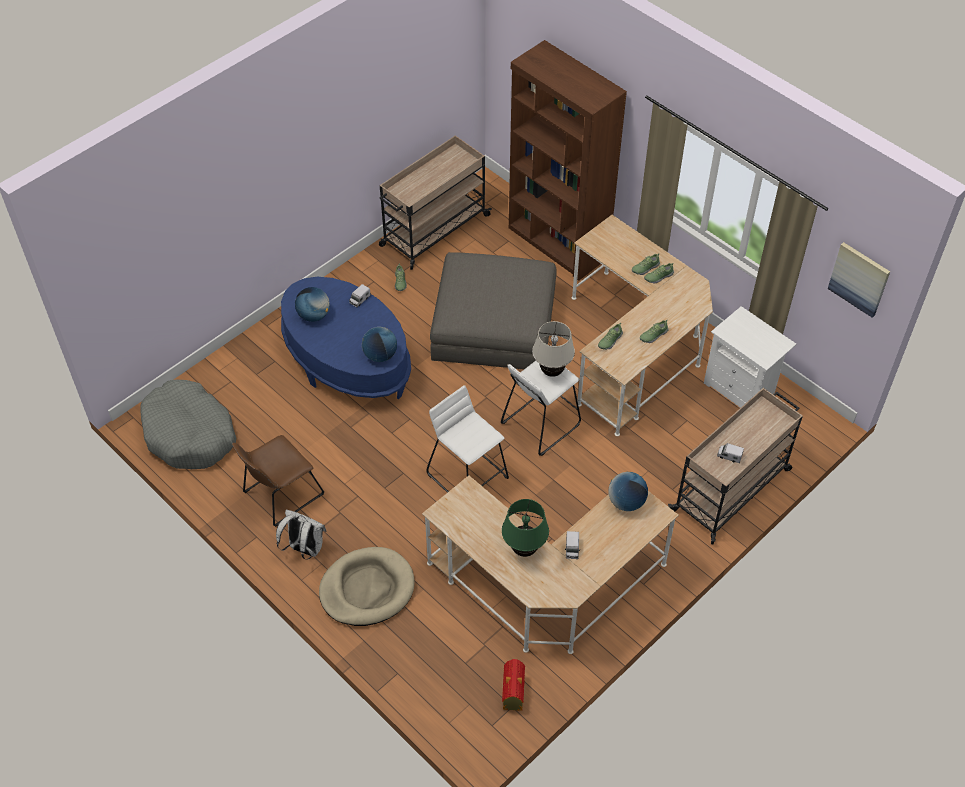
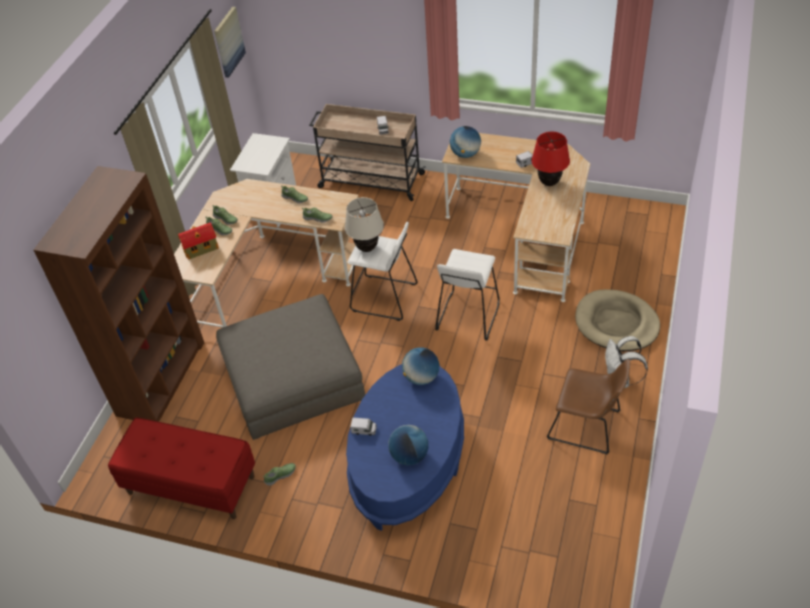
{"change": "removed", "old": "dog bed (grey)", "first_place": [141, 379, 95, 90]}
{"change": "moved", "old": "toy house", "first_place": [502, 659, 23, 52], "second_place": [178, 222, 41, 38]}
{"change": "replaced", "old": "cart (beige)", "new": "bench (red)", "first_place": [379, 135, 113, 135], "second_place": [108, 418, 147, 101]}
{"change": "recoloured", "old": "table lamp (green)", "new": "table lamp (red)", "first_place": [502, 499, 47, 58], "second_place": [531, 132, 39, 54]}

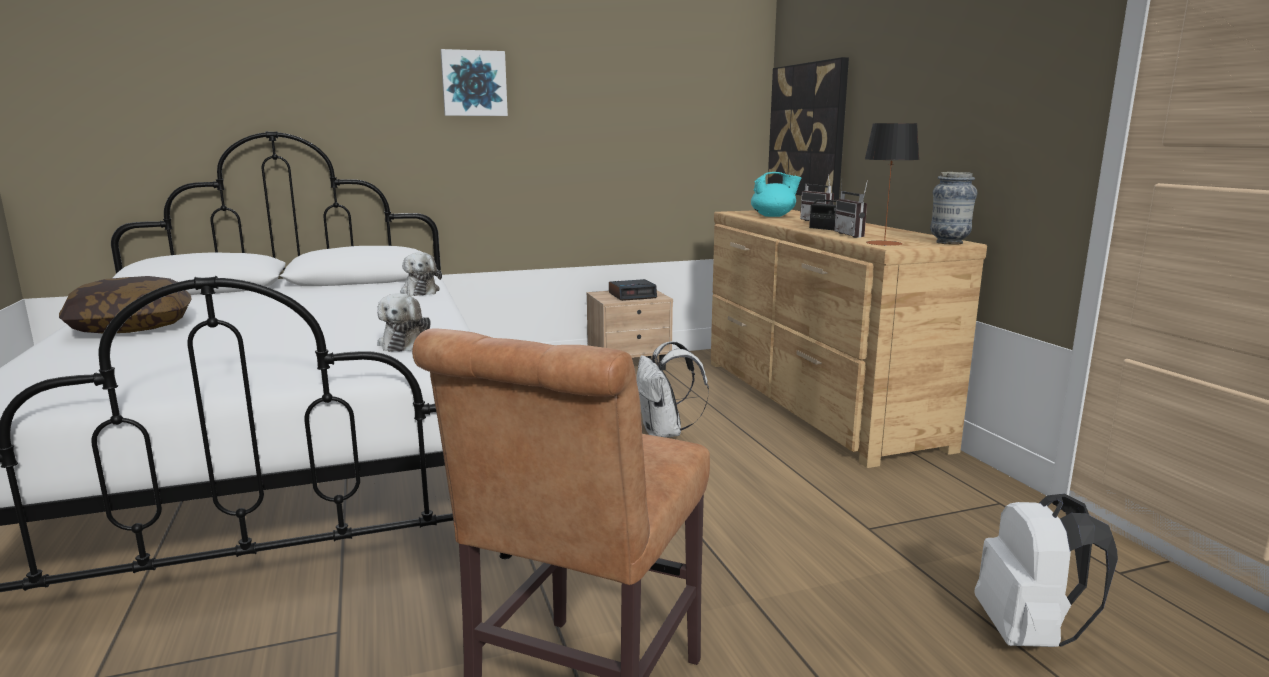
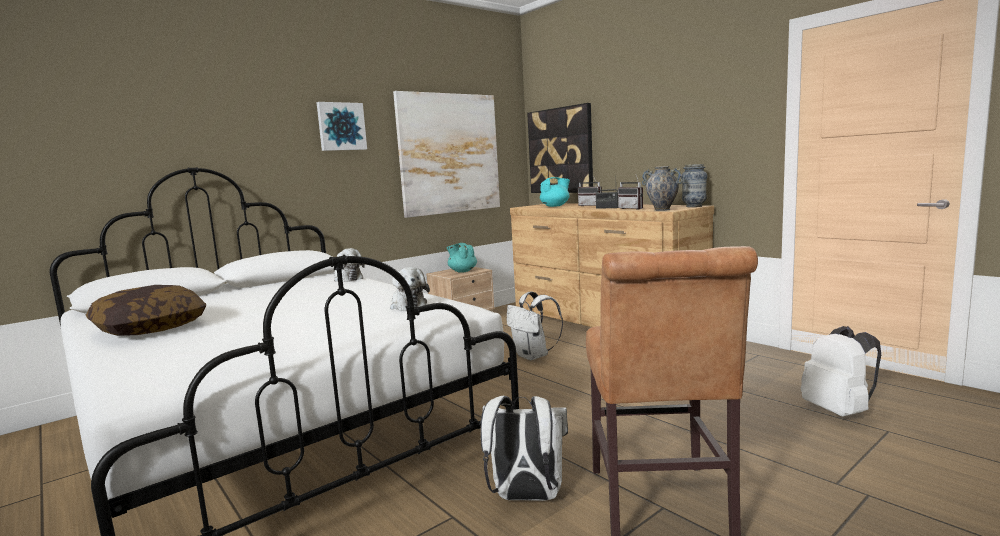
{"change": "added", "new": "picture", "second_place": [393, 91, 107, 127]}
{"change": "added", "new": "backpack (white)", "second_place": [481, 396, 87, 105]}
{"change": "replaced", "old": "alarm clock", "new": "teapot (turquoise)", "first_place": [609, 279, 48, 22], "second_place": [446, 243, 31, 30]}
{"change": "replaced", "old": "table lamp", "new": "vase", "first_place": [865, 123, 55, 123], "second_place": [642, 166, 40, 45]}

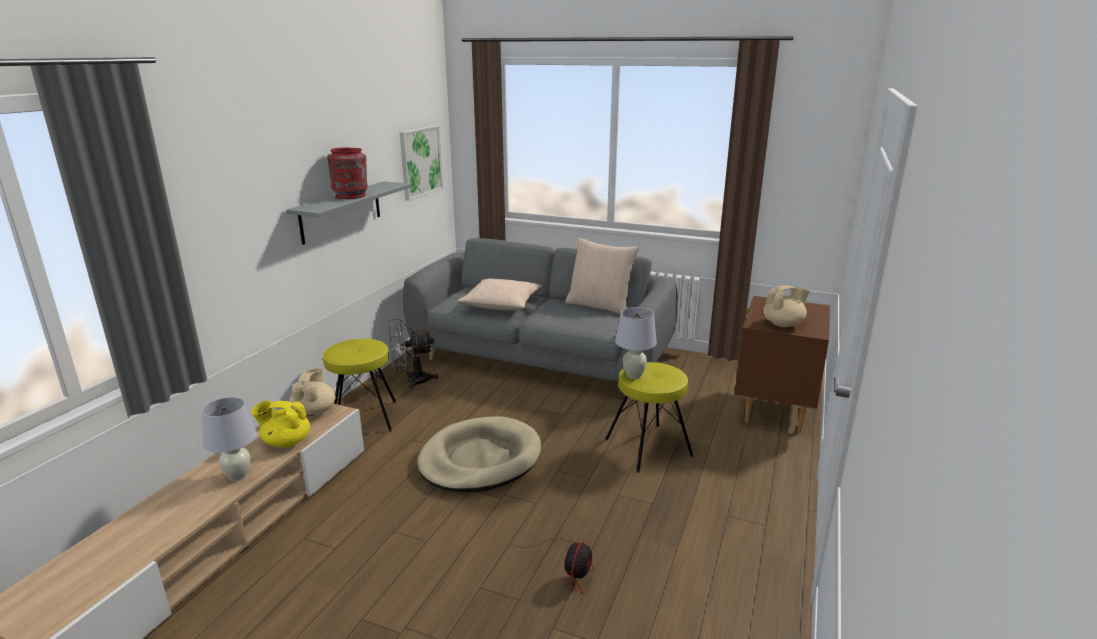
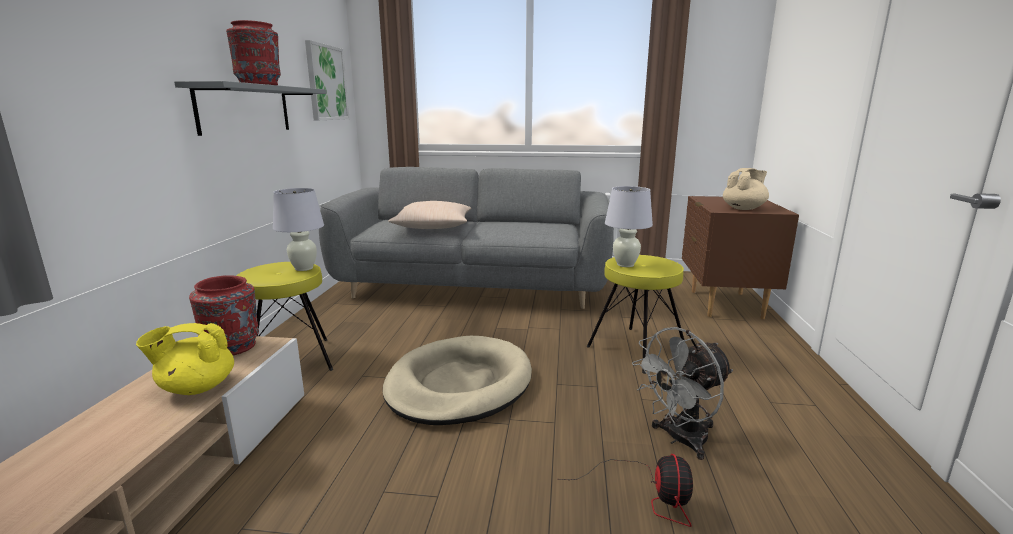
{"change": "removed", "old": "pillow (beige)", "first_place": [565, 238, 74, 76]}
{"change": "moved", "old": "table lamp (white)", "first_place": [202, 397, 55, 84], "second_place": [273, 188, 51, 83]}
{"change": "moved", "old": "fan (grey)", "first_place": [388, 319, 50, 71], "second_place": [632, 327, 101, 133]}
{"change": "replaced", "old": "teapot (beige)", "new": "vase (red)", "first_place": [289, 368, 47, 49], "second_place": [189, 275, 70, 80]}

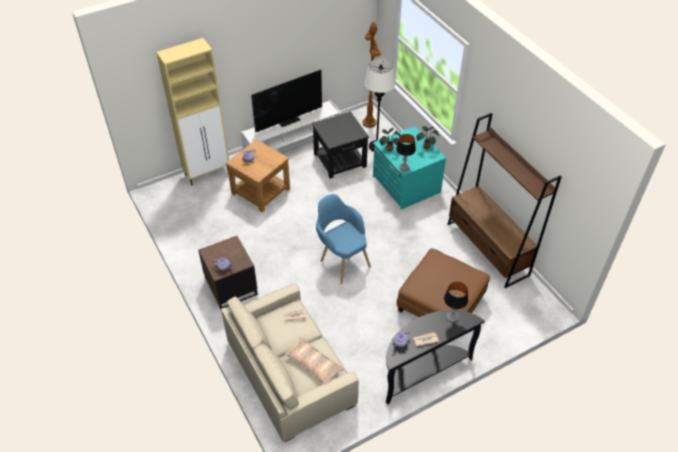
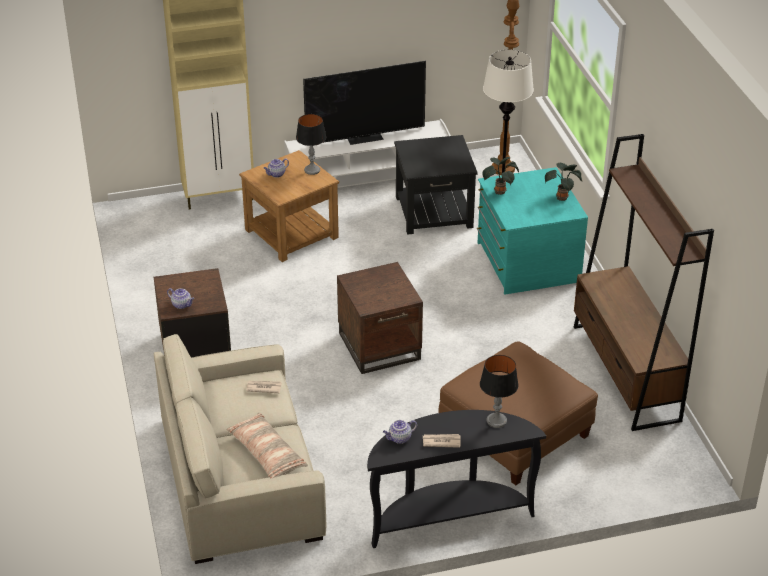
{"change": "moved", "old": "table lamp", "first_place": [396, 134, 20, 37], "second_place": [296, 114, 30, 61]}
{"change": "replaced", "old": "armchair (blue)", "new": "side table (brown)", "first_place": [316, 194, 55, 90], "second_place": [337, 262, 86, 112]}

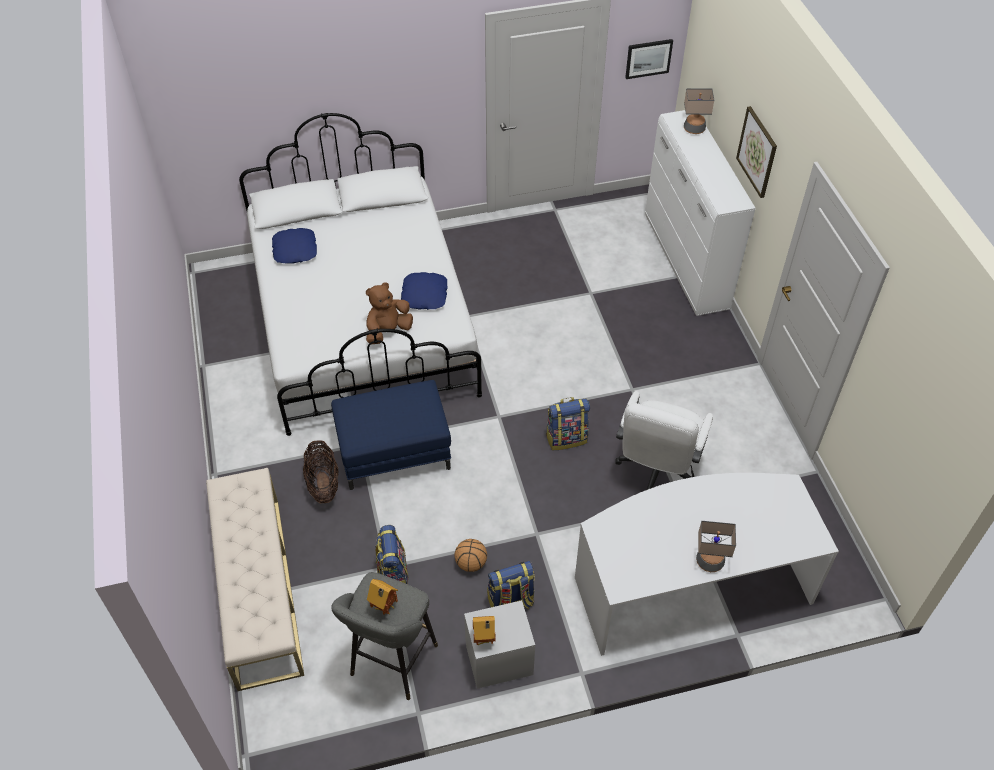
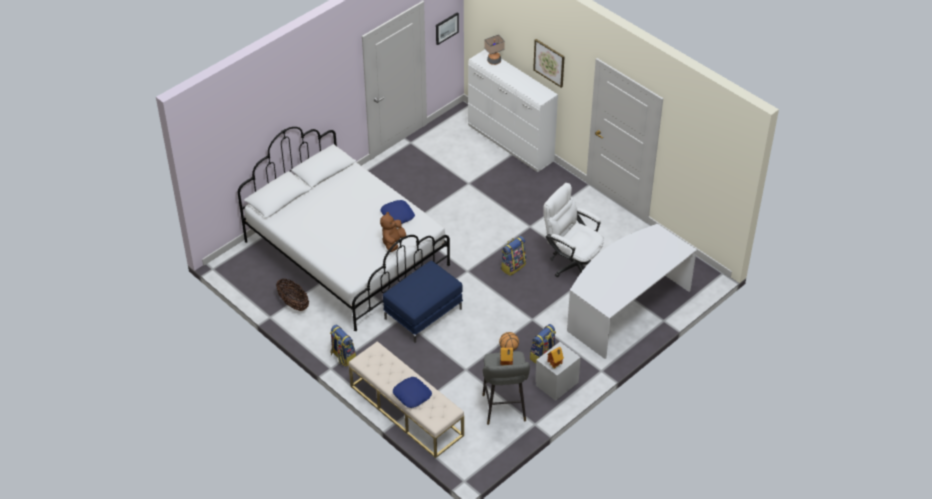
{"change": "removed", "old": "table lamp", "first_place": [696, 521, 40, 51]}
{"change": "moved", "old": "pillow (blue)", "first_place": [272, 228, 45, 35], "second_place": [393, 377, 39, 31]}
{"change": "moved", "old": "basket", "first_place": [303, 440, 36, 64], "second_place": [276, 278, 33, 33]}
{"change": "moved", "old": "backpack", "first_place": [375, 525, 34, 59], "second_place": [330, 325, 26, 42]}
{"change": "turned", "old": "office chair (white)", "first_place": [615, 391, 98, 99], "second_place": [543, 183, 61, 94], "degrees": 135}

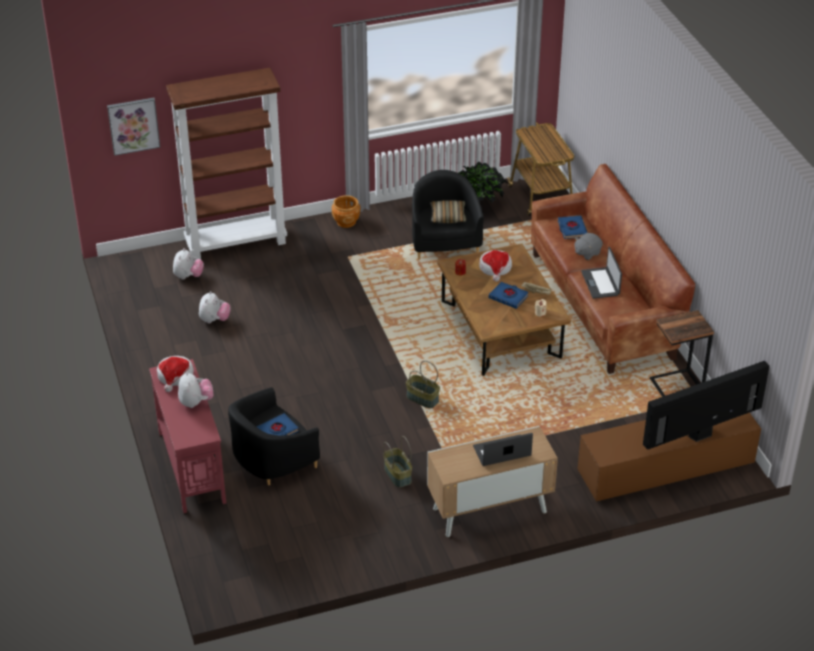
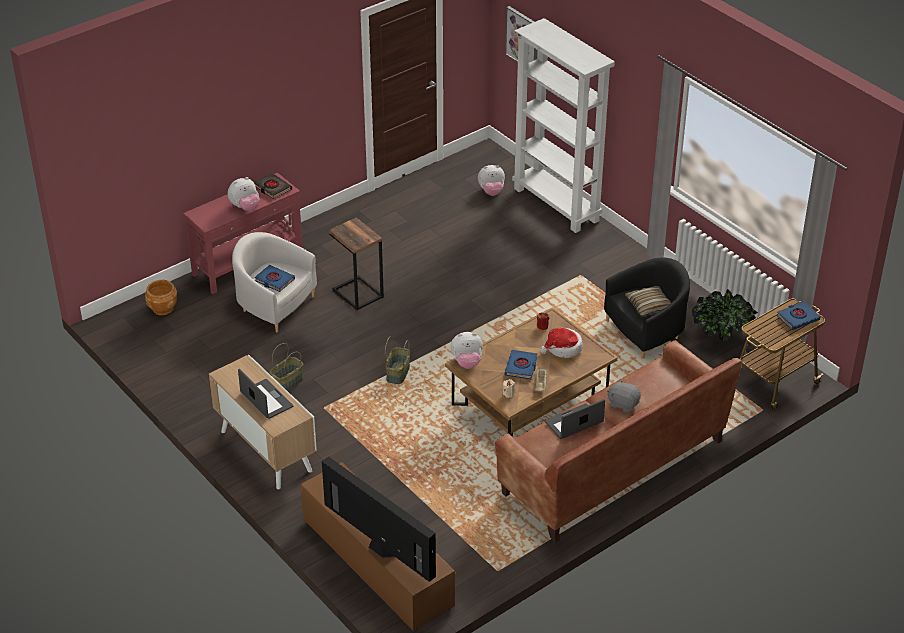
{"change": "moved", "old": "plush toy", "first_place": [199, 291, 32, 32], "second_place": [451, 332, 32, 37]}
{"change": "moved", "old": "planter (brown)", "first_place": [332, 195, 28, 33], "second_place": [145, 280, 32, 35]}
{"change": "moved", "old": "book (blue)", "first_place": [558, 216, 30, 23], "second_place": [777, 301, 44, 29]}
{"change": "moved", "old": "side table", "first_place": [650, 310, 64, 87], "second_place": [329, 217, 55, 93]}
{"change": "replaced", "old": "hat", "new": "book (black)", "first_place": [157, 356, 37, 36], "second_place": [253, 173, 39, 26]}
{"change": "recoloured", "old": "bookcase (brown)", "new": "bookcase (white)", "first_place": [166, 68, 121, 194], "second_place": [512, 18, 103, 215]}
{"change": "recoloured", "old": "armchair (black)", "new": "armchair (white)", "first_place": [228, 387, 92, 98], "second_place": [232, 232, 85, 100]}

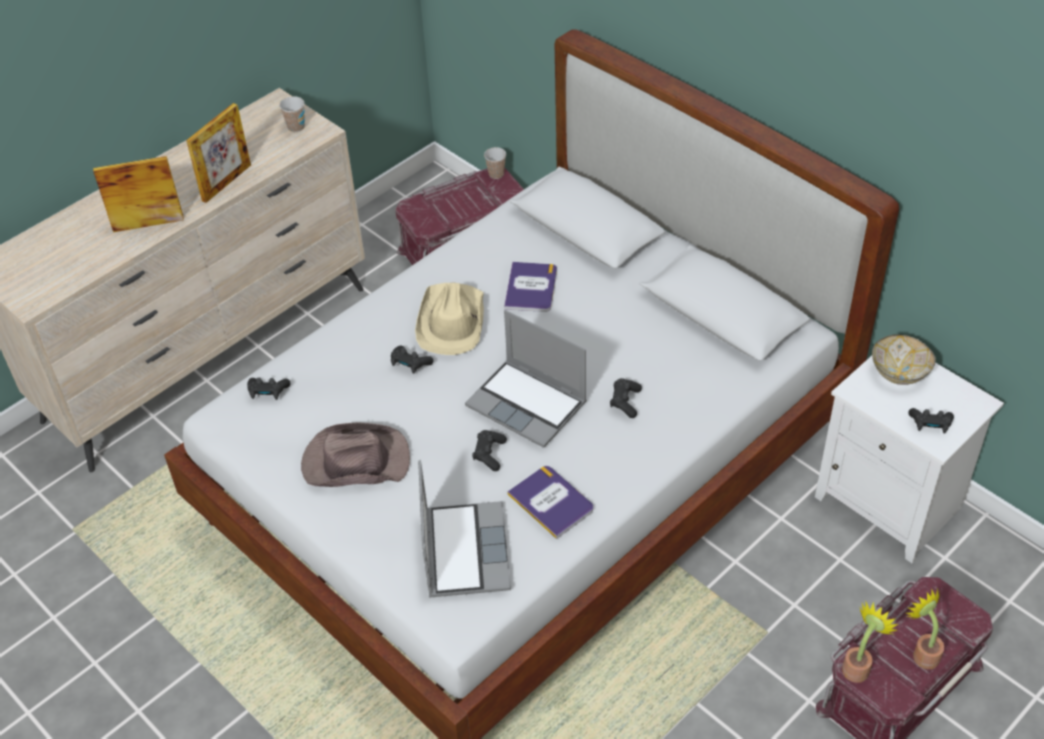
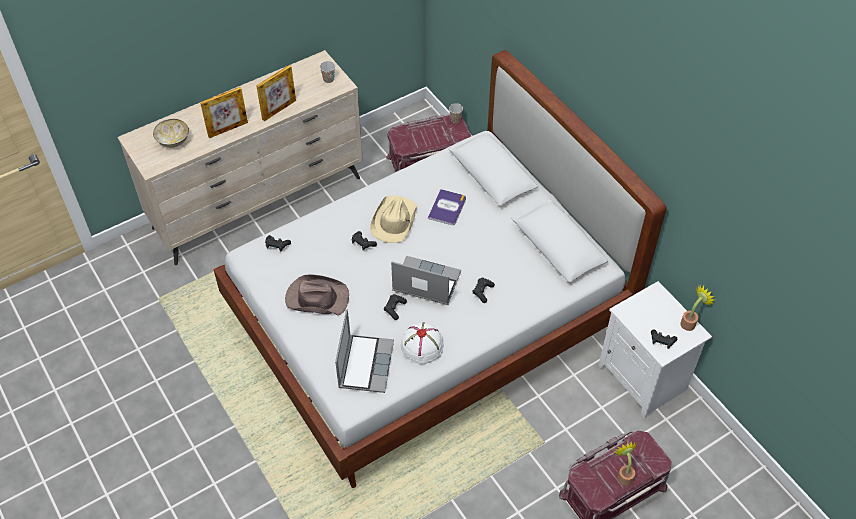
{"change": "moved", "old": "potted plant", "first_place": [842, 602, 56, 81], "second_place": [680, 285, 35, 46]}
{"change": "moved", "old": "bowl", "first_place": [872, 334, 64, 51], "second_place": [153, 119, 36, 29]}
{"change": "replaced", "old": "book", "new": "hat (white)", "first_place": [507, 466, 86, 73], "second_place": [401, 323, 43, 41]}
{"change": "turned", "old": "picture frame", "first_place": [93, 156, 91, 76], "second_place": [200, 87, 48, 51], "degrees": 150}
{"change": "turned", "old": "laptop", "first_place": [465, 310, 122, 138], "second_place": [391, 256, 70, 49], "degrees": 150}

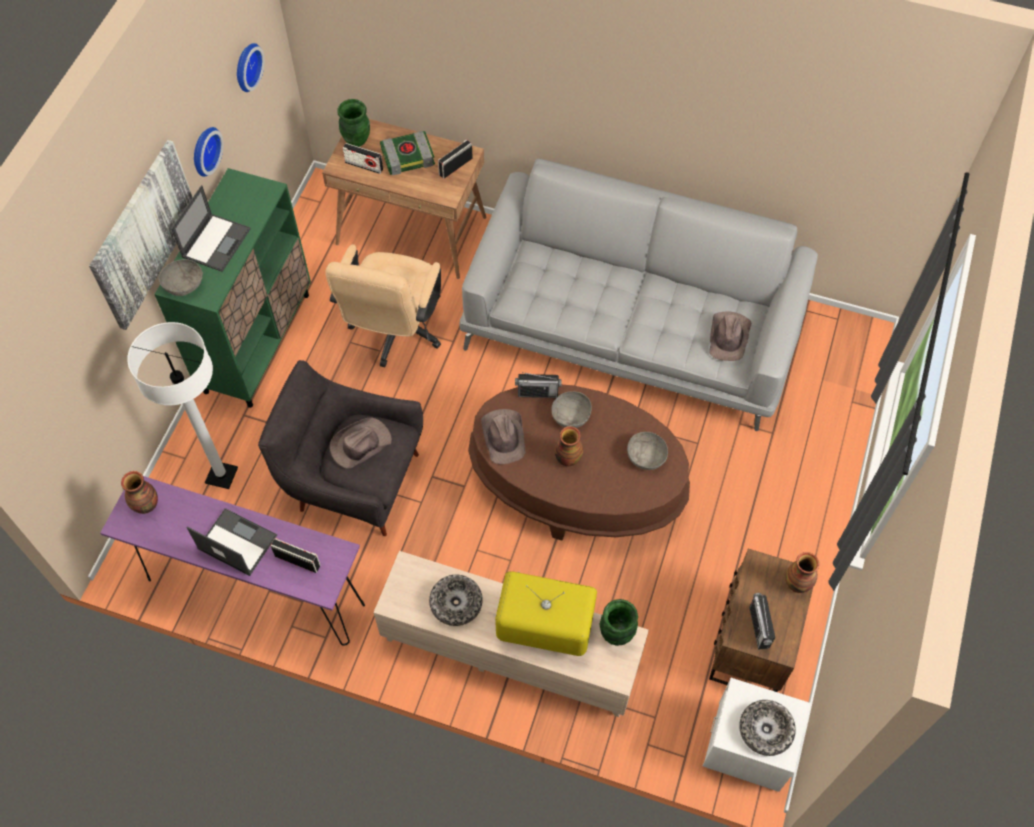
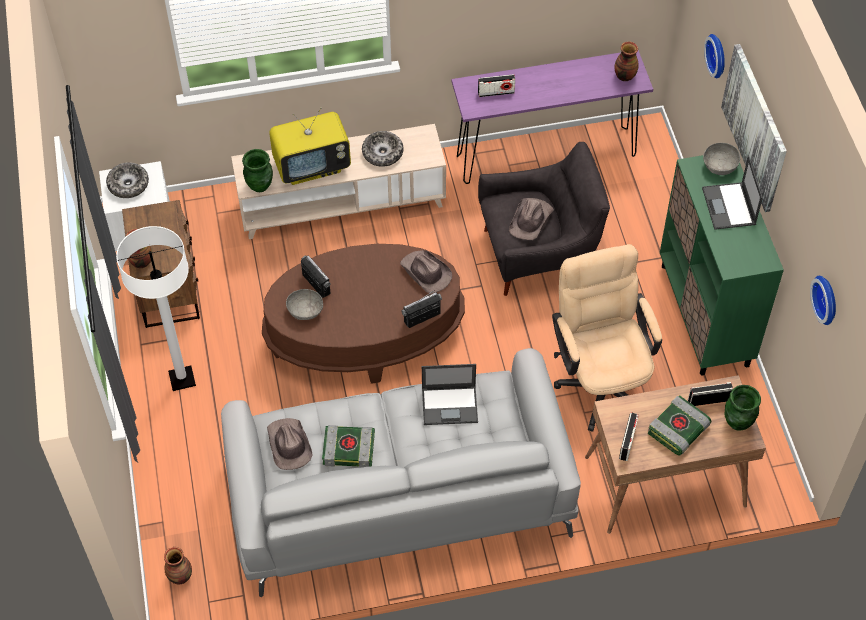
{"change": "removed", "old": "bowl (grey)", "first_place": [551, 391, 41, 37]}
{"change": "added", "new": "book", "second_place": [322, 425, 53, 43]}
{"change": "moved", "old": "floor lamp (white)", "first_place": [127, 322, 111, 167], "second_place": [116, 226, 80, 165]}
{"change": "moved", "old": "laptop", "first_place": [187, 508, 90, 68], "second_place": [422, 364, 56, 61]}
{"change": "moved", "old": "wall clock", "first_place": [194, 127, 29, 50], "second_place": [704, 34, 21, 44]}
{"change": "moved", "old": "vase", "first_place": [555, 426, 28, 40], "second_place": [164, 547, 28, 37]}
{"change": "moved", "old": "radio", "first_place": [749, 593, 26, 57], "second_place": [301, 255, 30, 43]}

